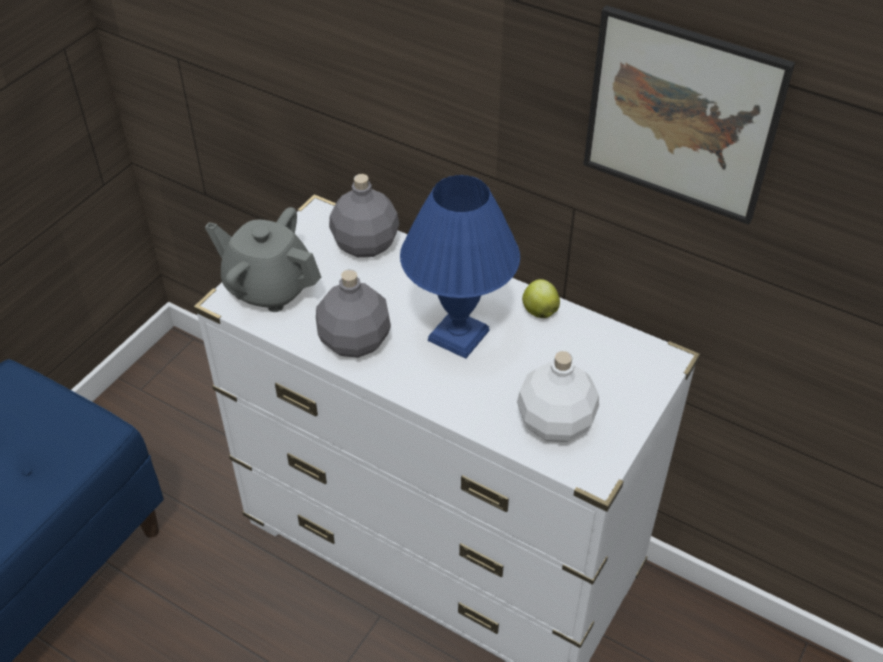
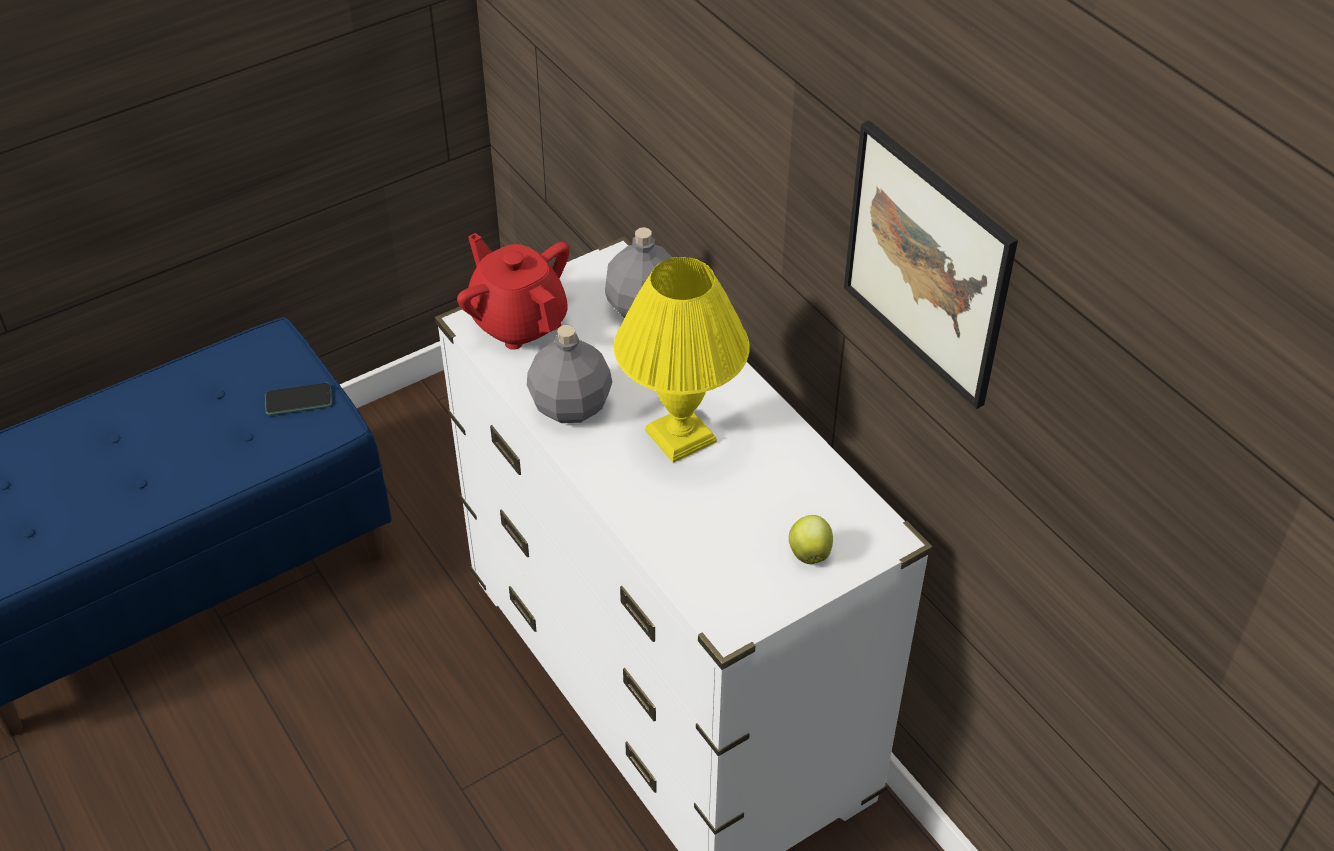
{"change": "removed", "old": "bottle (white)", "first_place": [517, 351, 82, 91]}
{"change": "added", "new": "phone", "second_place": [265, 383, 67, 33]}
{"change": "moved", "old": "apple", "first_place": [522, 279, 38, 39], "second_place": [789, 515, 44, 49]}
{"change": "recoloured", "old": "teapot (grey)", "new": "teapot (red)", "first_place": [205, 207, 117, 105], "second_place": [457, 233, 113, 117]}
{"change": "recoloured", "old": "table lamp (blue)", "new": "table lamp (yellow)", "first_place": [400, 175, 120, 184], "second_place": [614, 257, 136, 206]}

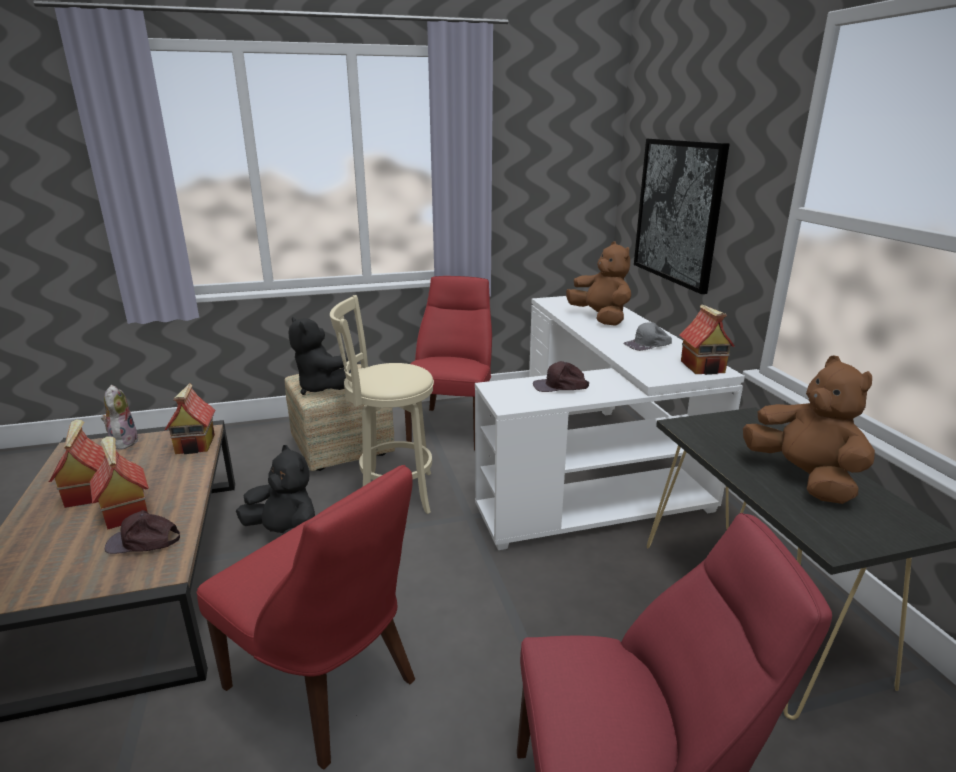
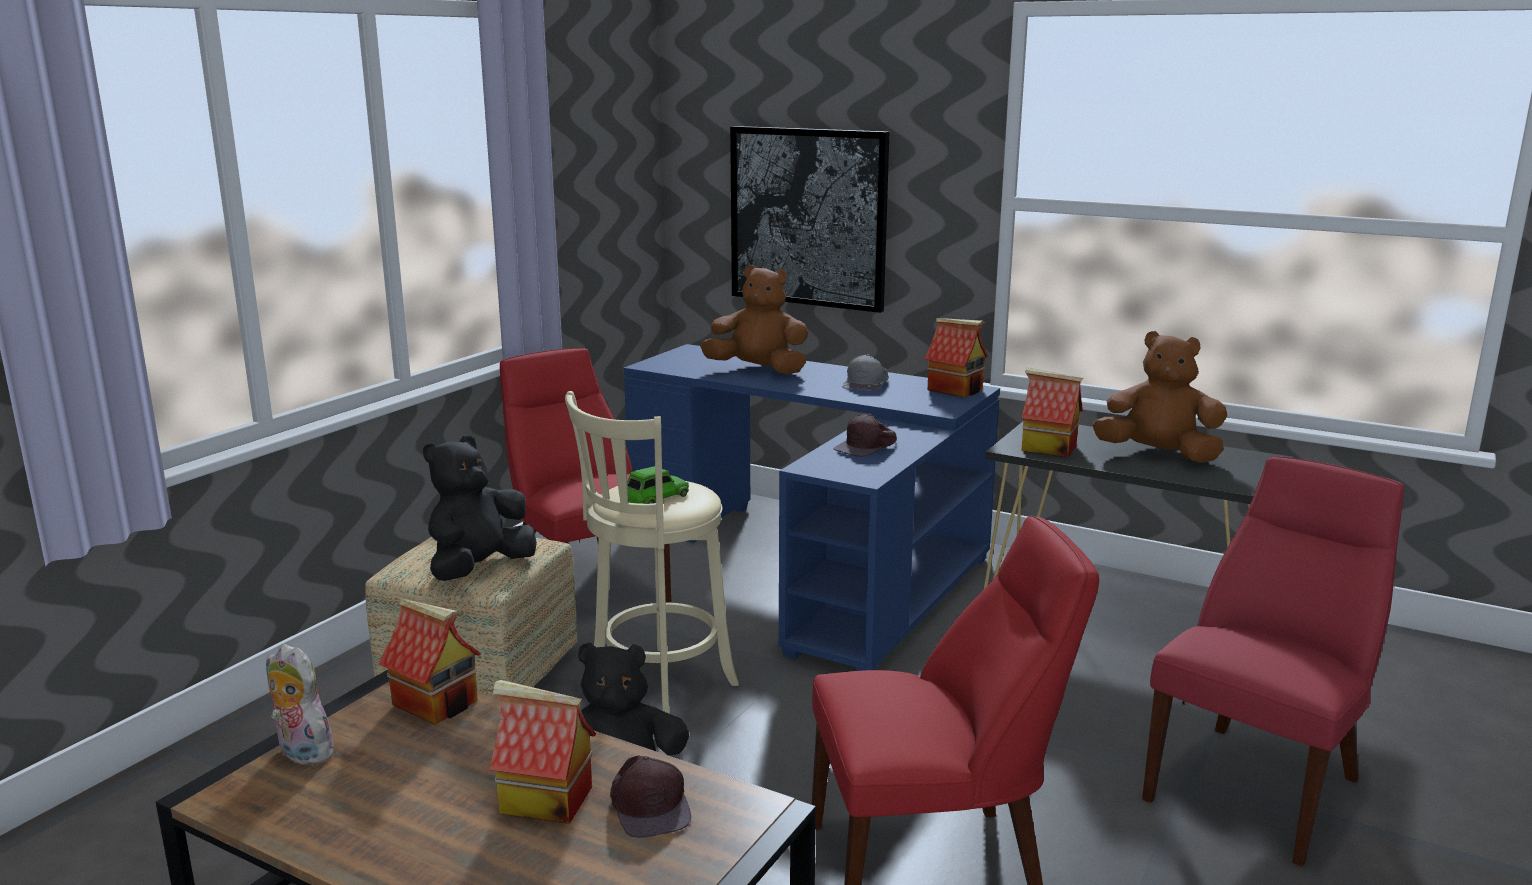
{"change": "added", "new": "toy car (green)", "second_place": [627, 466, 62, 38]}
{"change": "moved", "old": "toy house", "first_place": [49, 419, 56, 89], "second_place": [1021, 367, 62, 90]}
{"change": "recoloured", "old": "desk (white)", "new": "desk (blue)", "first_place": [475, 296, 270, 254], "second_place": [624, 344, 376, 327]}
{"change": "turned", "old": "cap (brown)", "first_place": [105, 510, 75, 44], "second_place": [610, 755, 81, 83], "degrees": -60}
{"change": "turned", "old": "plush toy (black)", "first_place": [288, 316, 63, 79], "second_place": [423, 435, 114, 146], "degrees": 120}

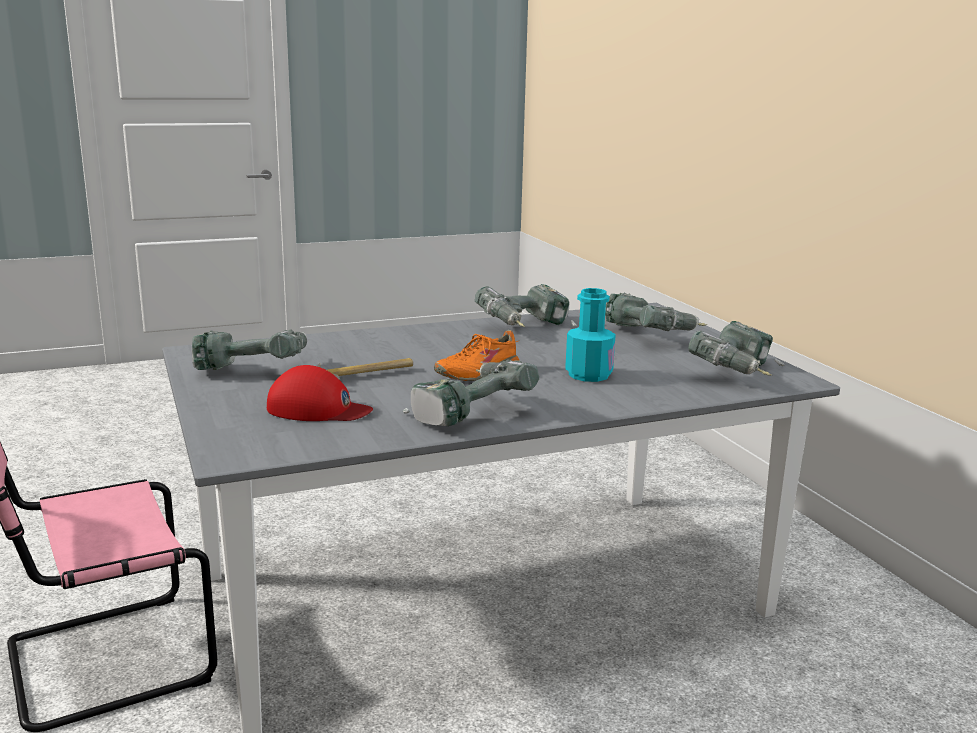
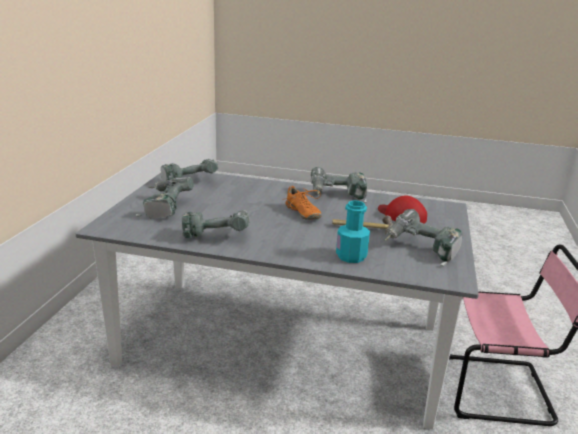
{"change": "moved", "old": "bottle (turquoise)", "first_place": [565, 288, 51, 94], "second_place": [336, 201, 34, 62]}
{"change": "turned", "old": "shoe (orange)", "first_place": [434, 330, 85, 51], "second_place": [283, 186, 38, 34], "degrees": 60}

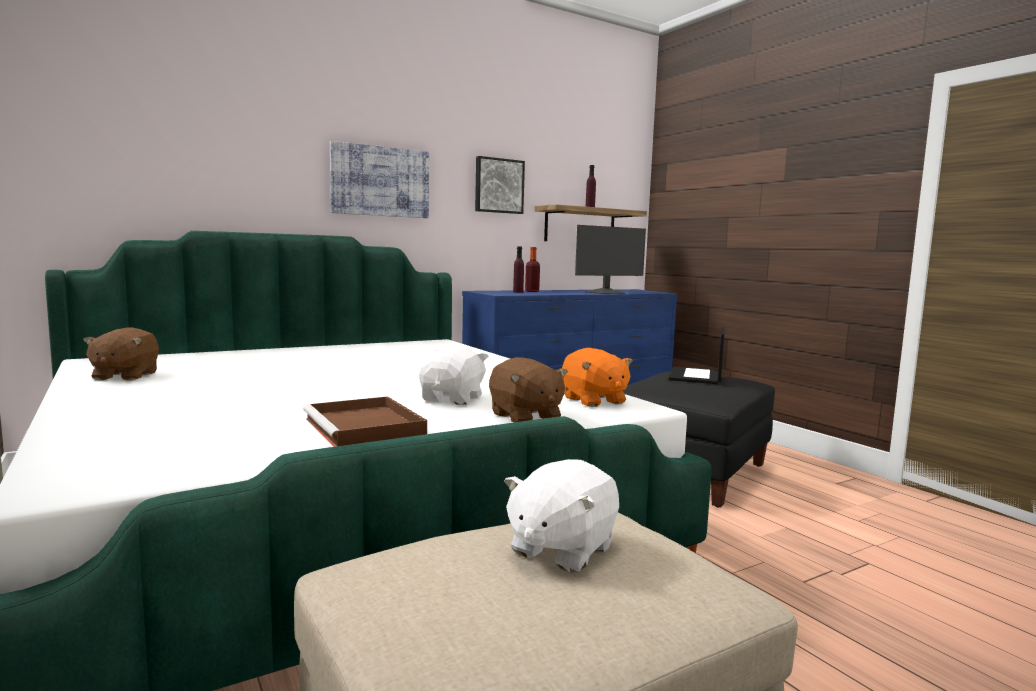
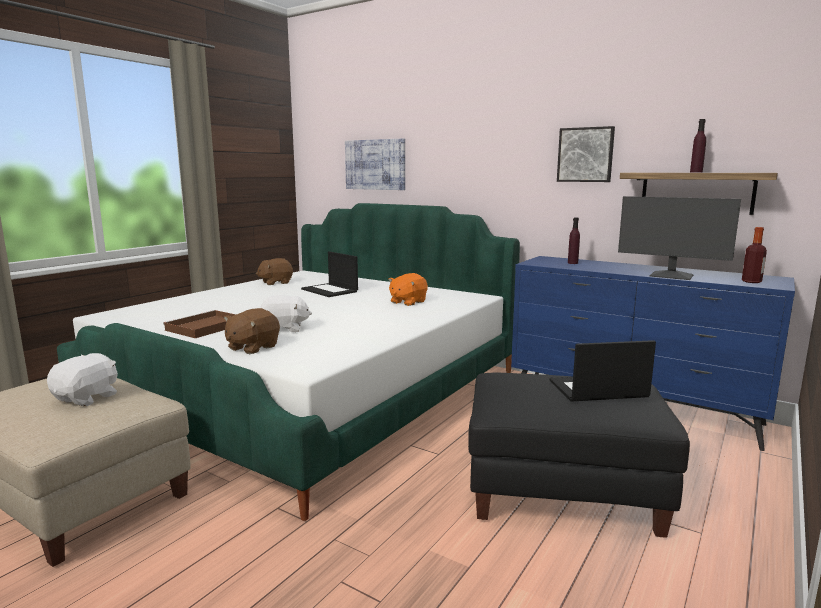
{"change": "added", "new": "laptop", "second_place": [301, 251, 57, 46]}
{"change": "moved", "old": "picture", "first_place": [330, 141, 99, 77], "second_place": [345, 139, 60, 51]}
{"change": "moved", "old": "bottle", "first_place": [525, 247, 15, 45], "second_place": [742, 227, 25, 56]}
{"change": "moved", "old": "plush toy (orange)", "first_place": [562, 348, 71, 59], "second_place": [388, 273, 40, 33]}
{"change": "turned", "old": "plush toy (white)", "first_place": [504, 459, 115, 114], "second_place": [47, 353, 71, 53], "degrees": 105}

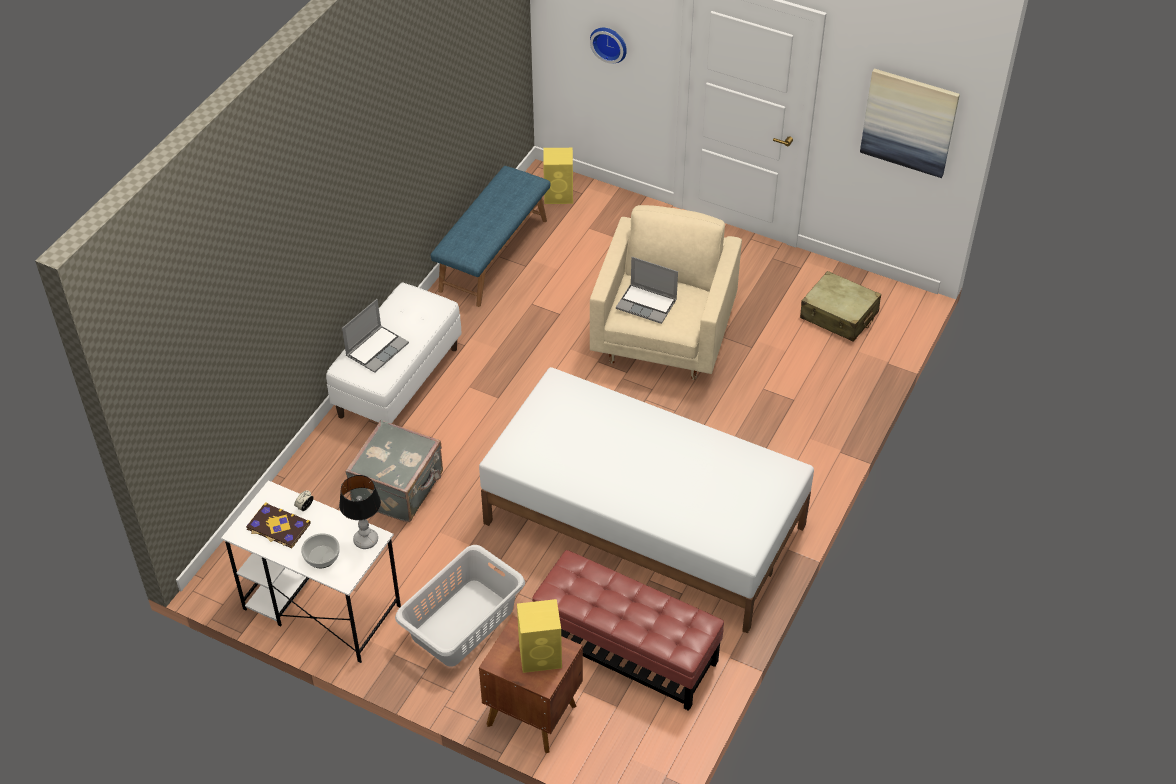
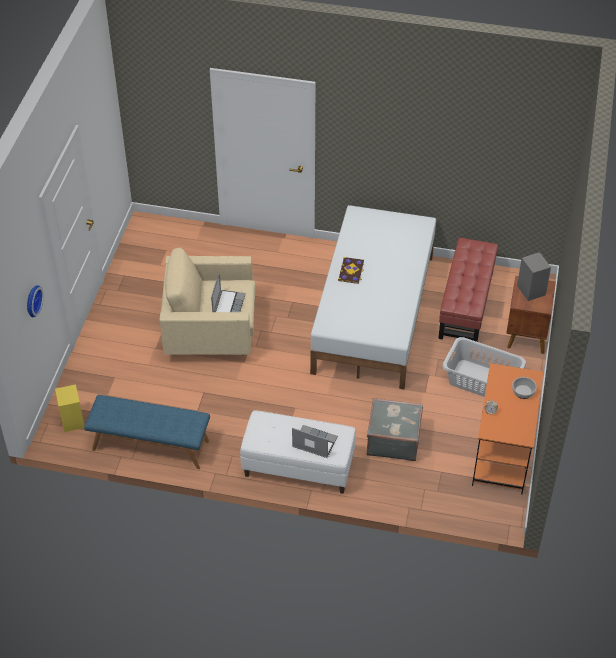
{"change": "removed", "old": "table lamp", "first_place": [339, 475, 42, 74]}
{"change": "removed", "old": "suitcase (beige)", "first_place": [800, 271, 81, 71]}
{"change": "removed", "old": "picture", "first_place": [860, 69, 100, 109]}
{"change": "moved", "old": "book", "first_place": [246, 502, 65, 46], "second_place": [338, 257, 26, 27]}
{"change": "recoloured", "old": "desk (white)", "new": "desk (orange)", "first_place": [221, 480, 180, 183], "second_place": [472, 363, 71, 131]}
{"change": "recoloured", "old": "speaker (yellow)", "new": "speaker (grey)", "first_place": [517, 599, 45, 74], "second_place": [517, 252, 34, 49]}

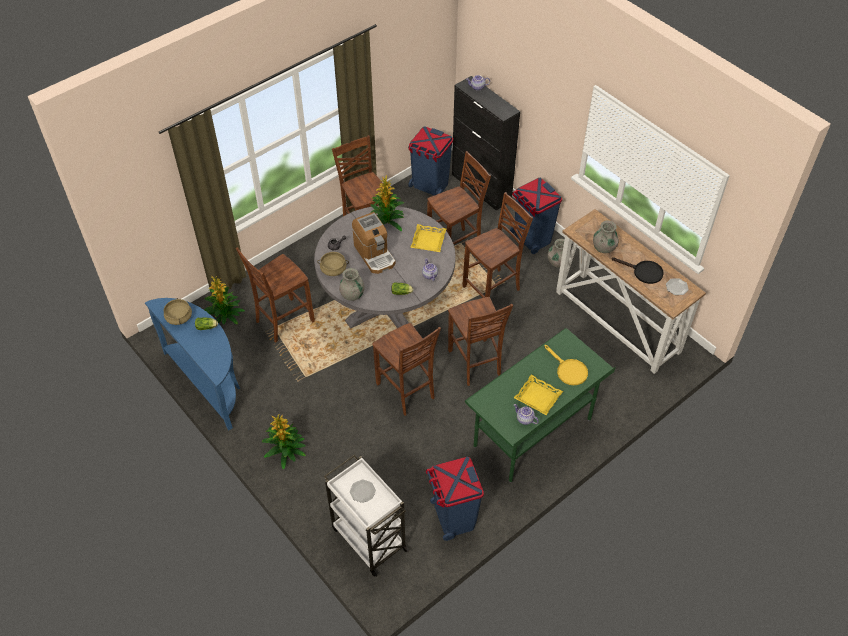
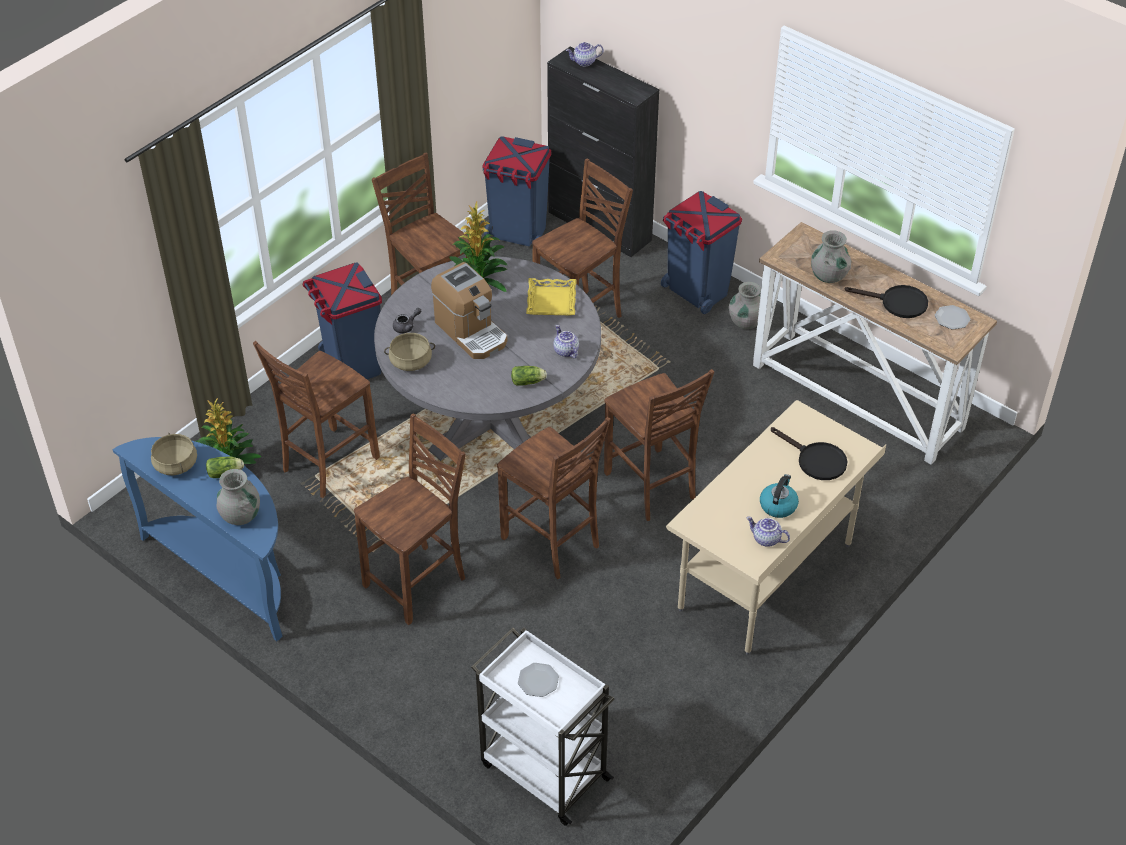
{"change": "removed", "old": "potted plant", "first_place": [261, 414, 45, 55]}
{"change": "moved", "old": "vase (grey)", "first_place": [339, 268, 25, 33], "second_place": [217, 469, 43, 56]}
{"change": "moved", "old": "trash can (blue)", "first_place": [426, 457, 58, 84], "second_place": [303, 263, 79, 116]}
{"change": "moved", "old": "chair (brown)", "first_place": [462, 192, 71, 106], "second_place": [354, 414, 112, 211]}
{"change": "replaced", "old": "tray (yellow)", "new": "kettle", "first_place": [514, 375, 49, 40], "second_place": [760, 474, 39, 44]}
{"change": "recoloured", "old": "desk (green)", "new": "desk (beige)", "first_place": [465, 328, 151, 155], "second_place": [666, 400, 220, 255]}
{"change": "recoloured", "old": "frying pan (yellow)", "new": "frying pan (black)", "first_place": [544, 345, 44, 40], "second_place": [771, 427, 76, 53]}

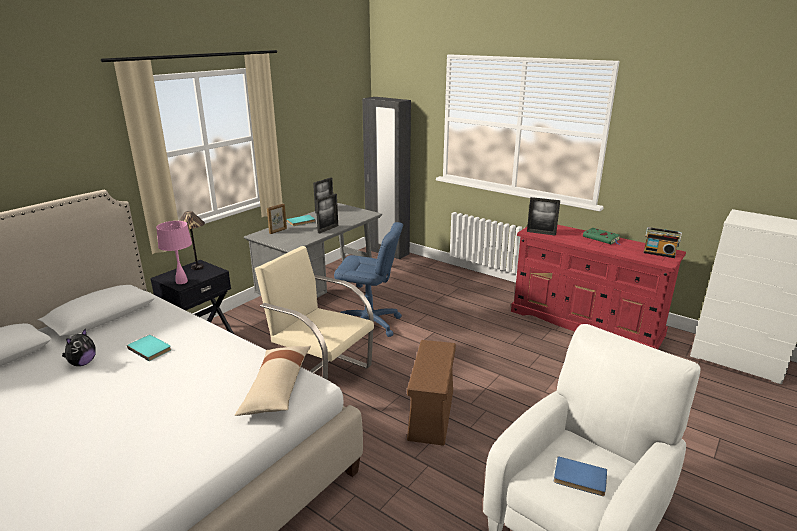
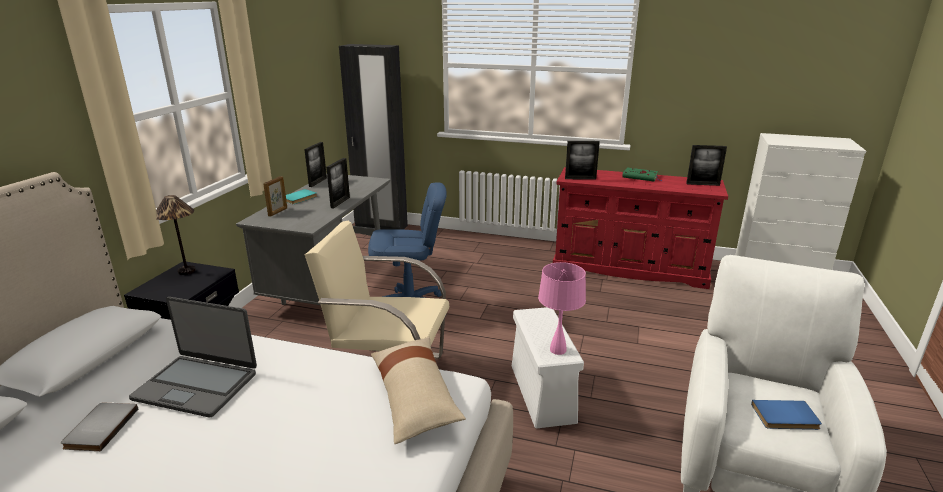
{"change": "moved", "old": "table lamp (pink)", "first_place": [156, 221, 36, 63], "second_place": [538, 262, 48, 93]}
{"change": "replaced", "old": "plush toy", "new": "book (grey)", "first_place": [62, 328, 34, 38], "second_place": [61, 402, 77, 49]}
{"change": "replaced", "old": "book (turquoise)", "new": "laptop", "first_place": [127, 335, 44, 26], "second_place": [129, 297, 128, 120]}
{"change": "replaced", "old": "radio", "new": "picture frame", "first_place": [643, 227, 39, 31], "second_place": [686, 145, 41, 41]}
{"change": "recoloured", "old": "storage box (brown)", "new": "storage box (white)", "first_place": [407, 340, 49, 106], "second_place": [512, 307, 72, 122]}

